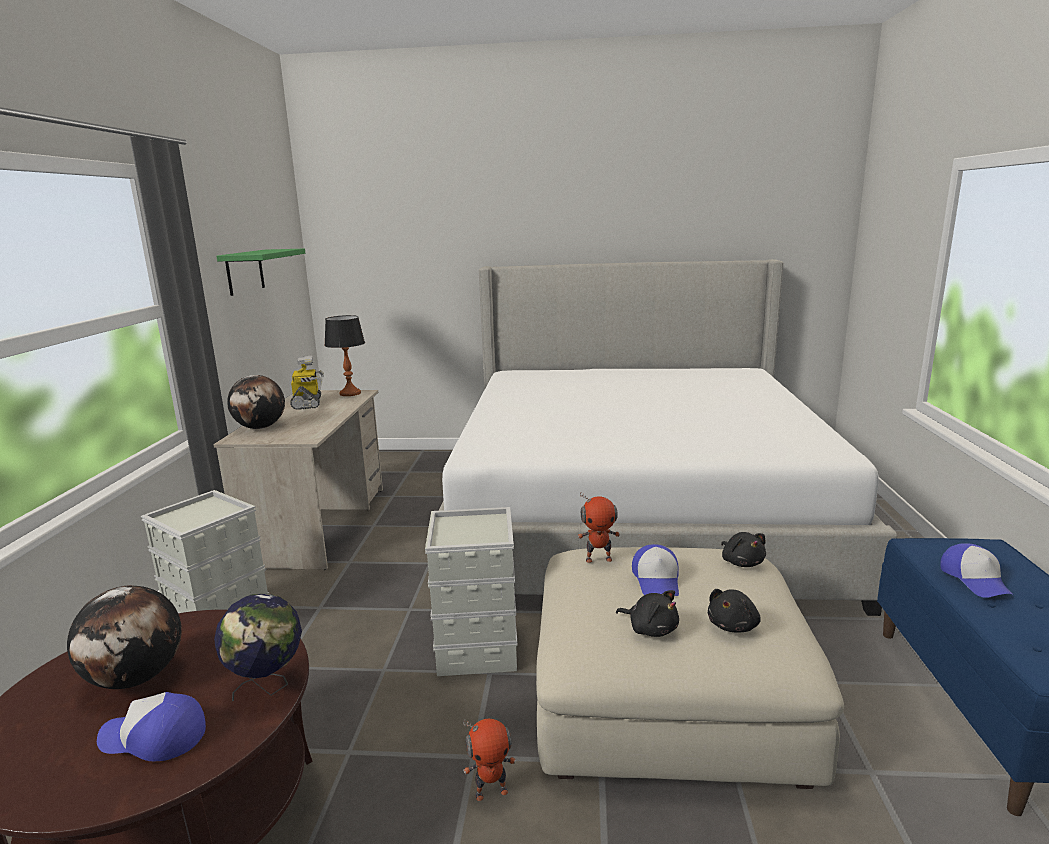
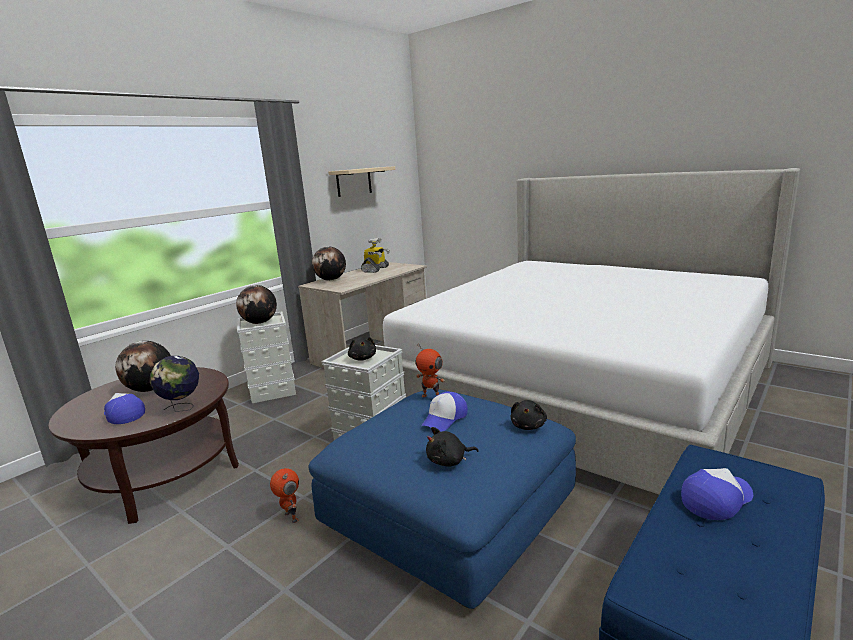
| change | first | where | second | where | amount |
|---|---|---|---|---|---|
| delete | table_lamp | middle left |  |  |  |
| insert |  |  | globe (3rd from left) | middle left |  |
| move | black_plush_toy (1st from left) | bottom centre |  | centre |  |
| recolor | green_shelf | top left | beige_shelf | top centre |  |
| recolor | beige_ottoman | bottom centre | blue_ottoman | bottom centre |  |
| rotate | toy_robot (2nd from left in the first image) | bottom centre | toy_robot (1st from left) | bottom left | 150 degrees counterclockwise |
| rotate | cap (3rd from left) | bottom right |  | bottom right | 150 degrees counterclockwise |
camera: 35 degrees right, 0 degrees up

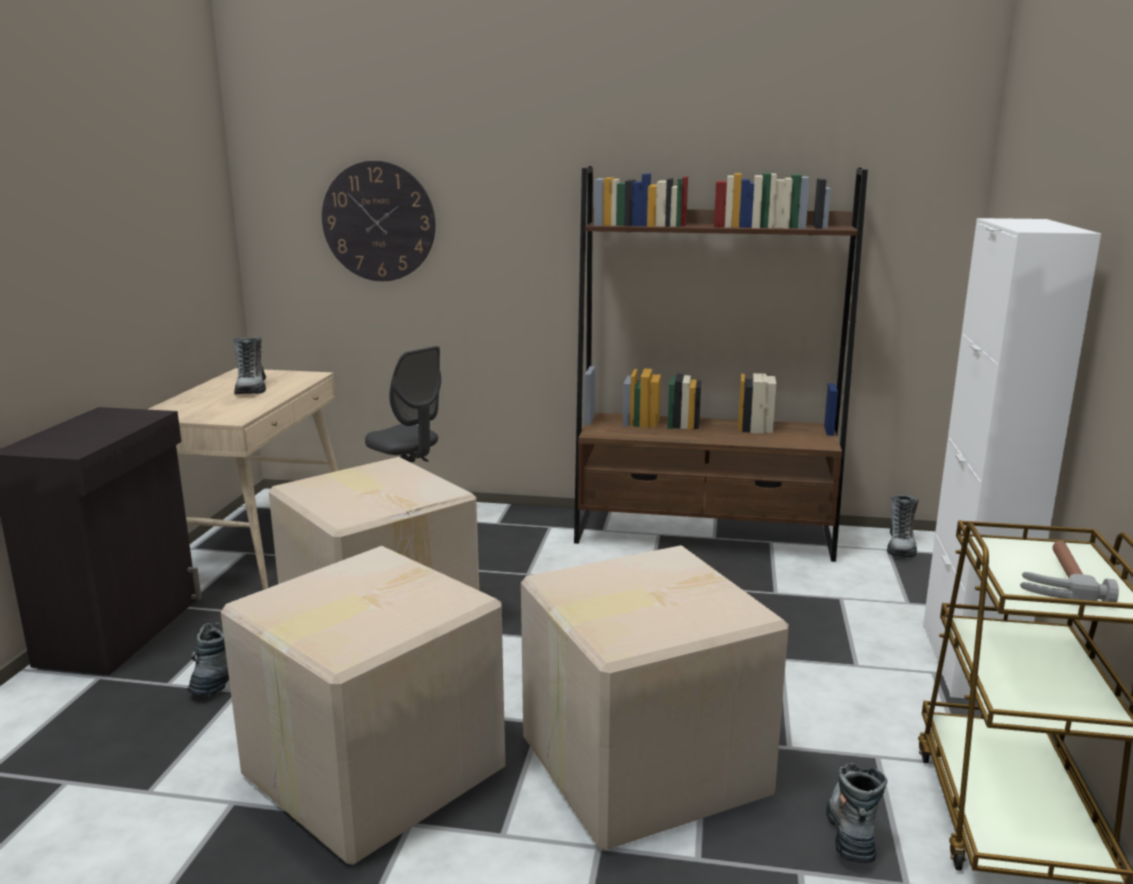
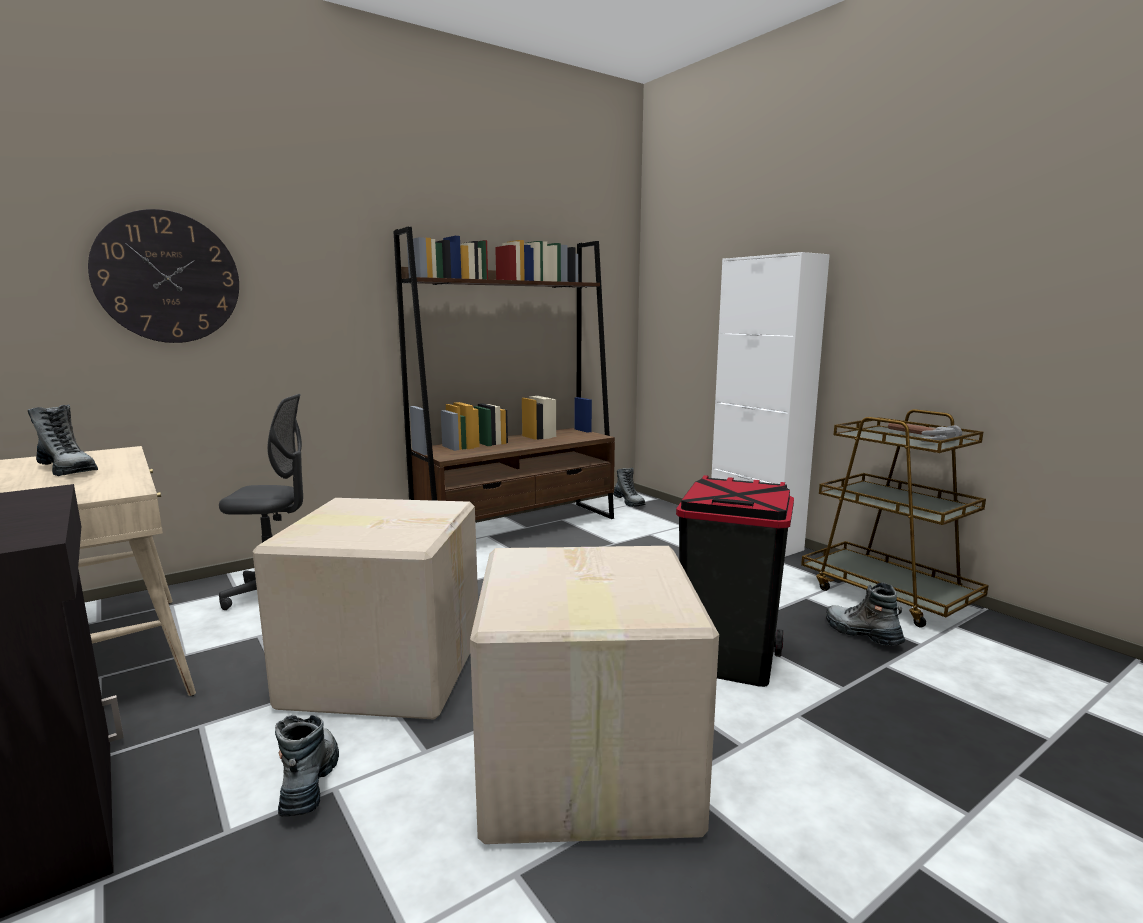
| change | first | where | second | where | amount |
|---|---|---|---|---|---|
| replace | cardboard_box (3rd from left) | bottom centre | black_trash_can | centre |  |
camera: 45 degrees left, 5 degrees down

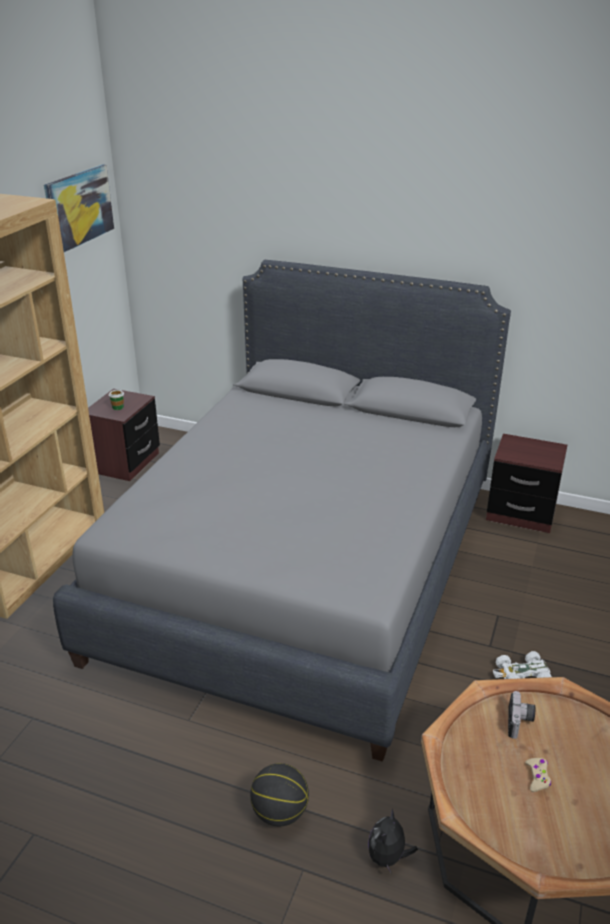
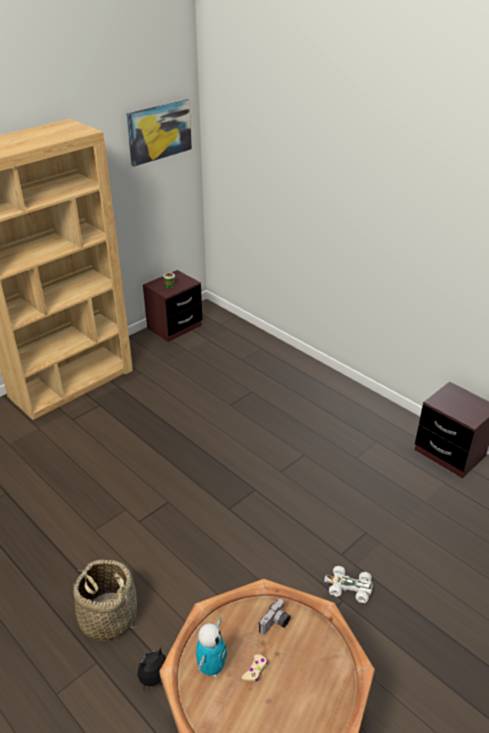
| change | first | where | second | where | amount |
|---|---|---|---|---|---|
| delete | grey_bed | centre |  |  |  |
| insert |  |  | toy_robot | bottom centre |  |
| replace | basketball | bottom centre | basket | bottom left |  |
camera: 25 degrees right, 5 degrees up

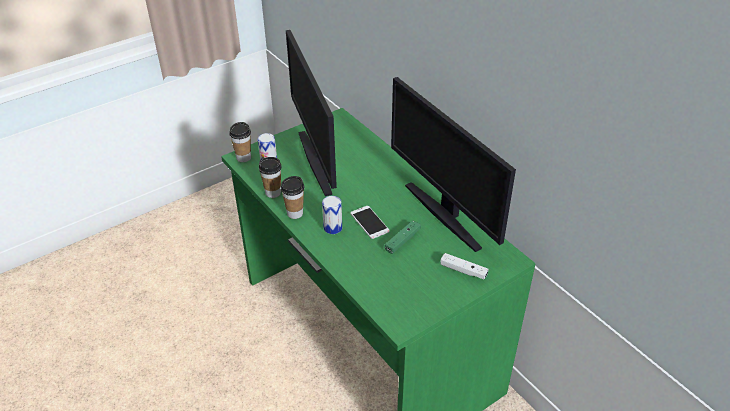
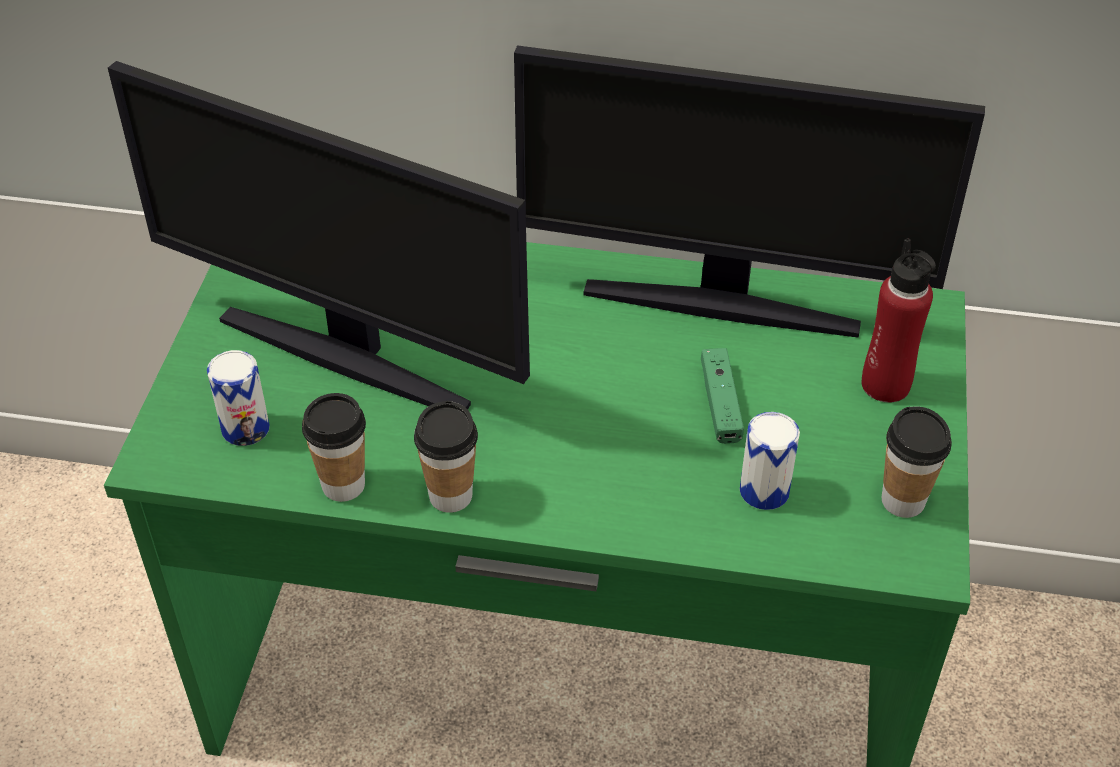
| change | first | where | second | where | amount |
|---|---|---|---|---|---|
| delete | phone | centre |  |  |  |
| move | cup (1st from left in the first image) | middle left | cup (3rd from left) | middle right |  |
| move | can (2nd from left) | centre |  | middle right |  |
| replace | white_game_controller | centre | red_bottle | middle right |  |
camera: 45 degrees left, 5 degrees up

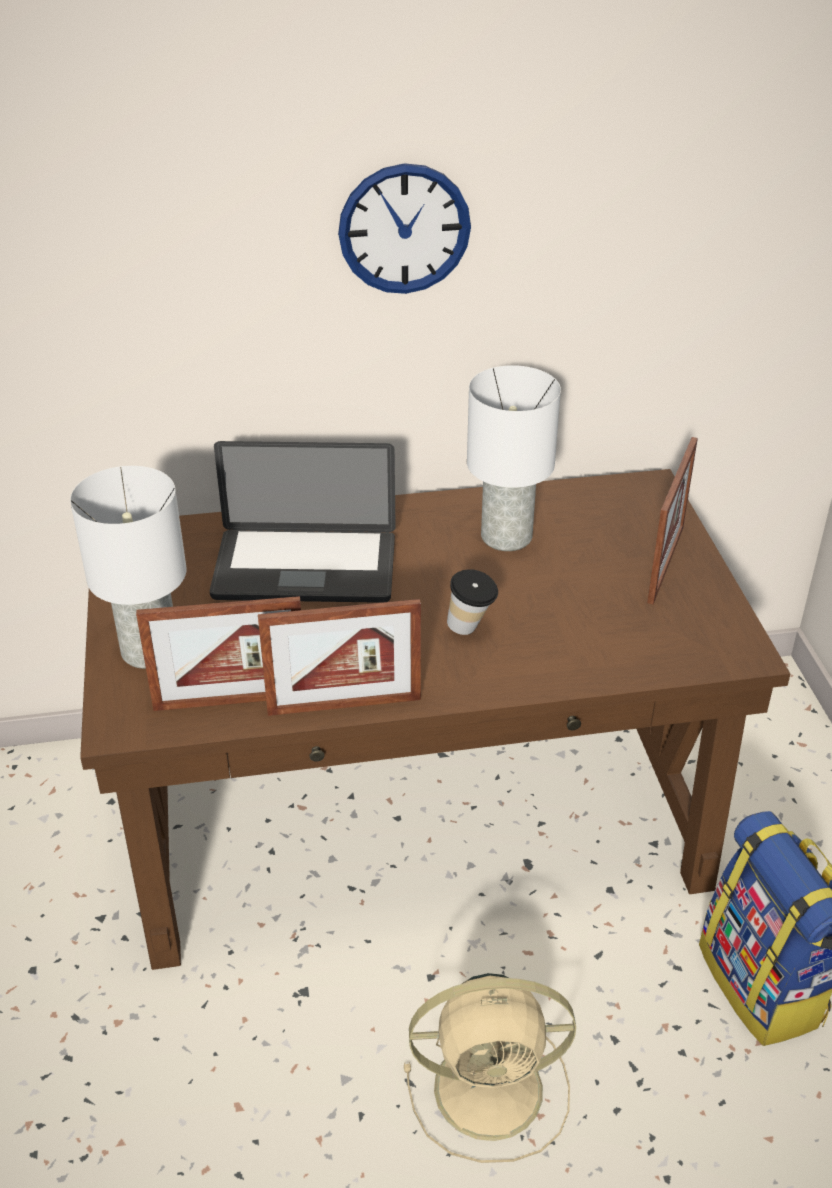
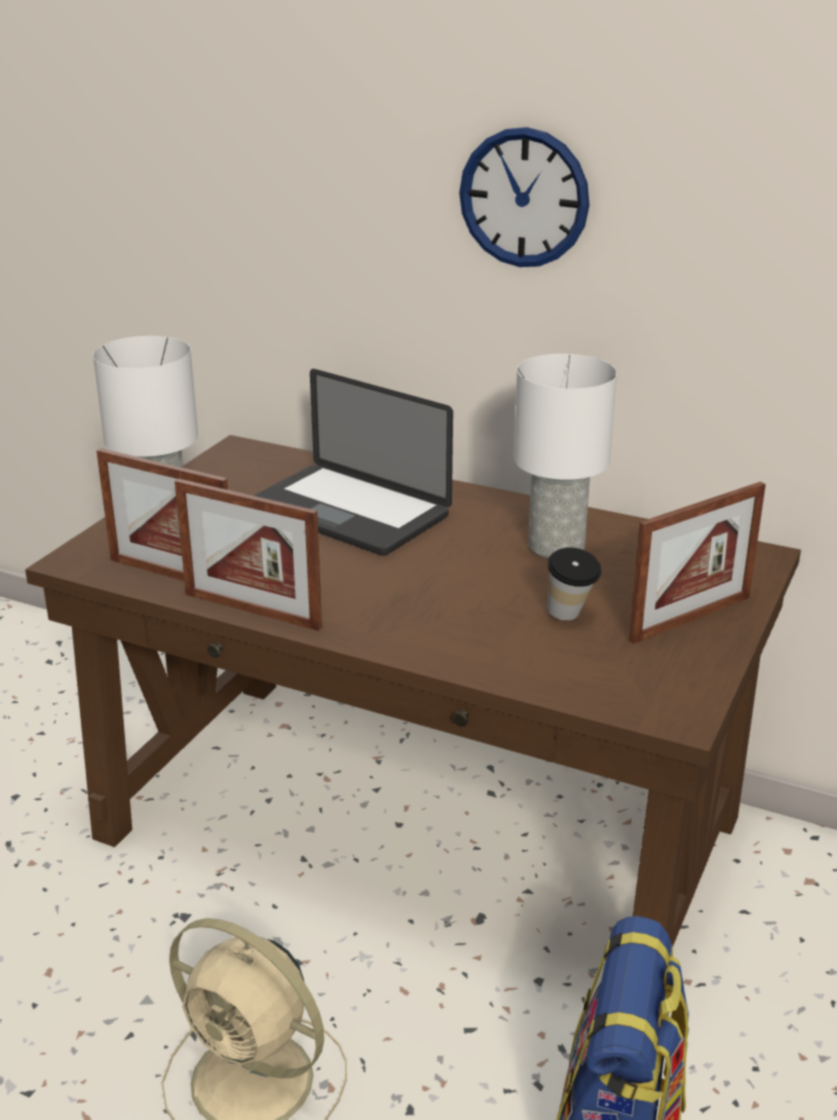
| change | first | where | second | where | amount |
|---|---|---|---|---|---|
| move | cup | centre |  | middle right |  |
camera: 35 degrees right, 10 degrees down

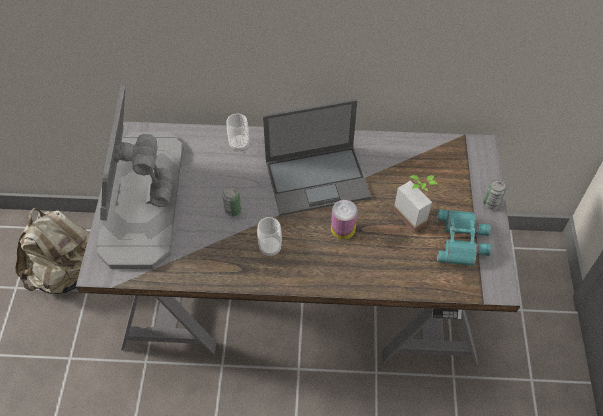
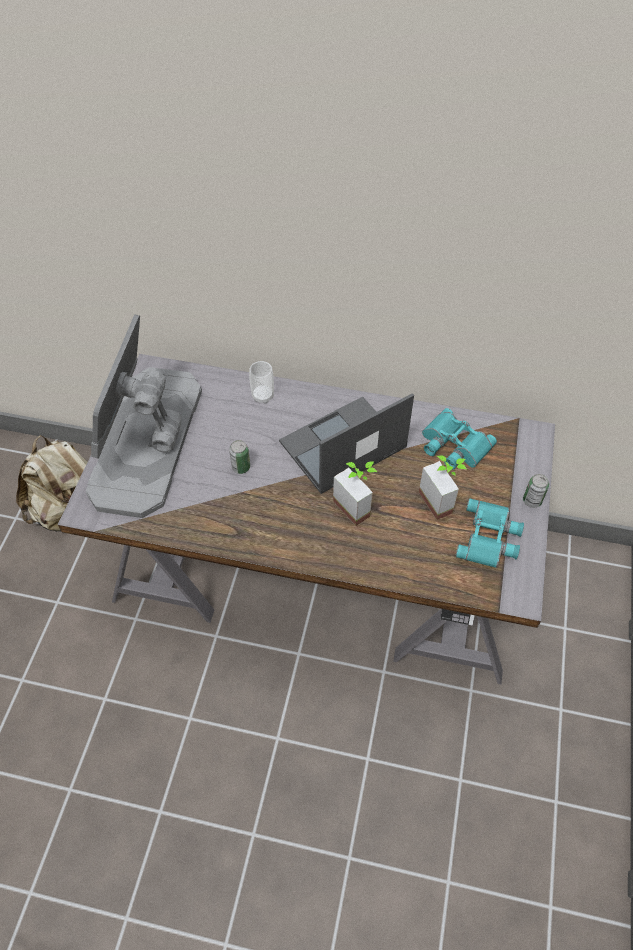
| change | first | where | second | where | amount |
|---|---|---|---|---|---|
| delete | cup (2nd from left) | centre |  |  |  |
| insert |  |  | turquoise_binoculars (1st from left) | middle right |  |
| replace | can (2nd from left) | centre | potted_plant (1st from left) | centre |  |
| rotate | laptop | centre |  | centre | 150 degrees clockwise |
camera: 10 degrees right, 0 degrees up

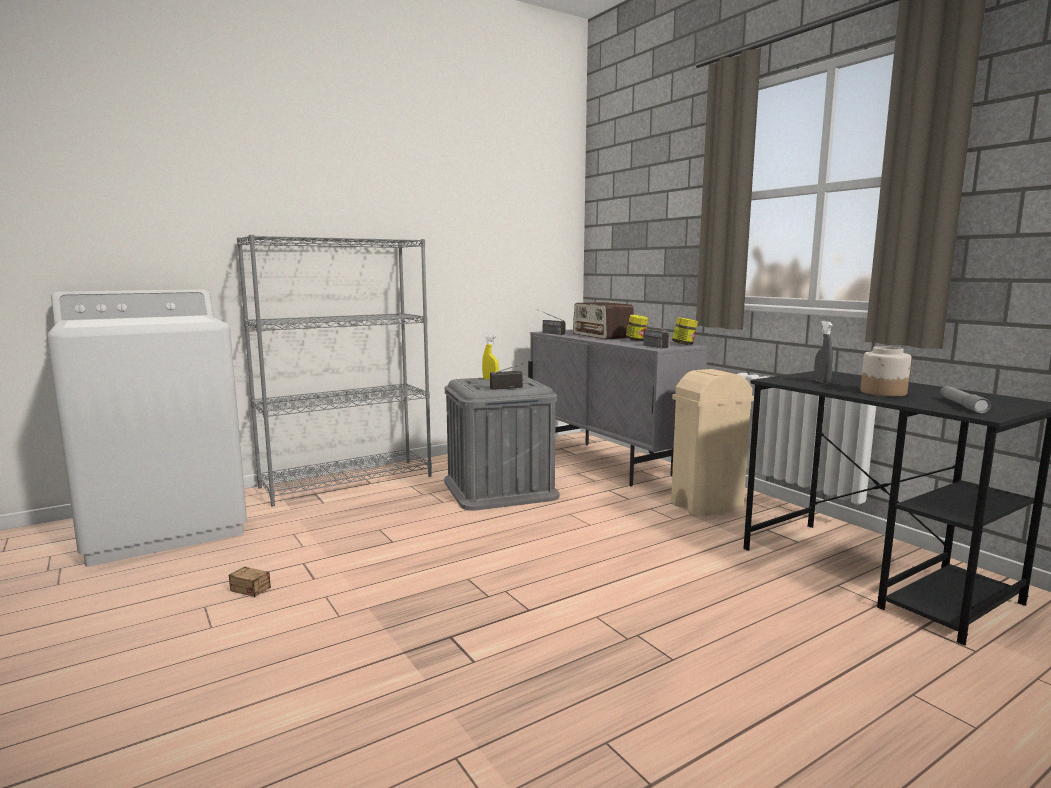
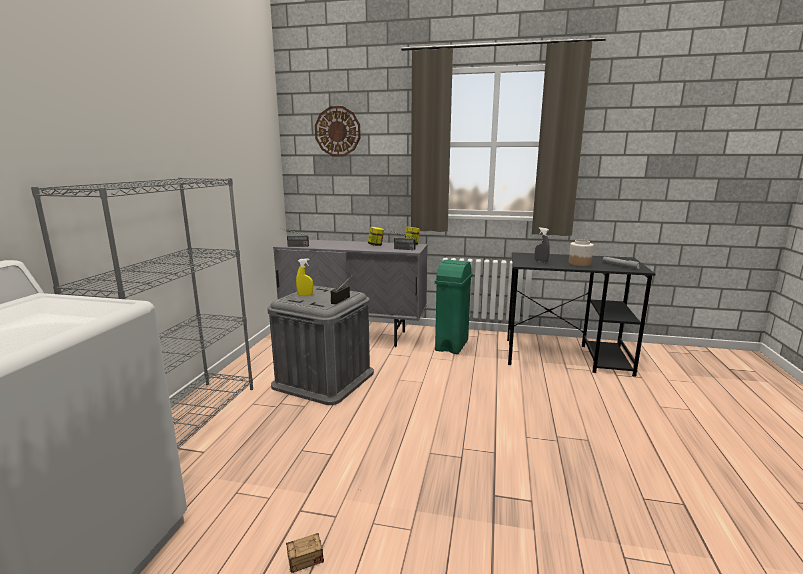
| change | first | where | second | where | amount |
|---|---|---|---|---|---|
| delete | radio (3rd from left) | centre |  |  |  |
| insert |  |  | wall_clock | top centre |  |
| recolor | beige_trash_can | middle right | green_trash_can | centre |  |
camera: 45 degrees left, 5 degrees up

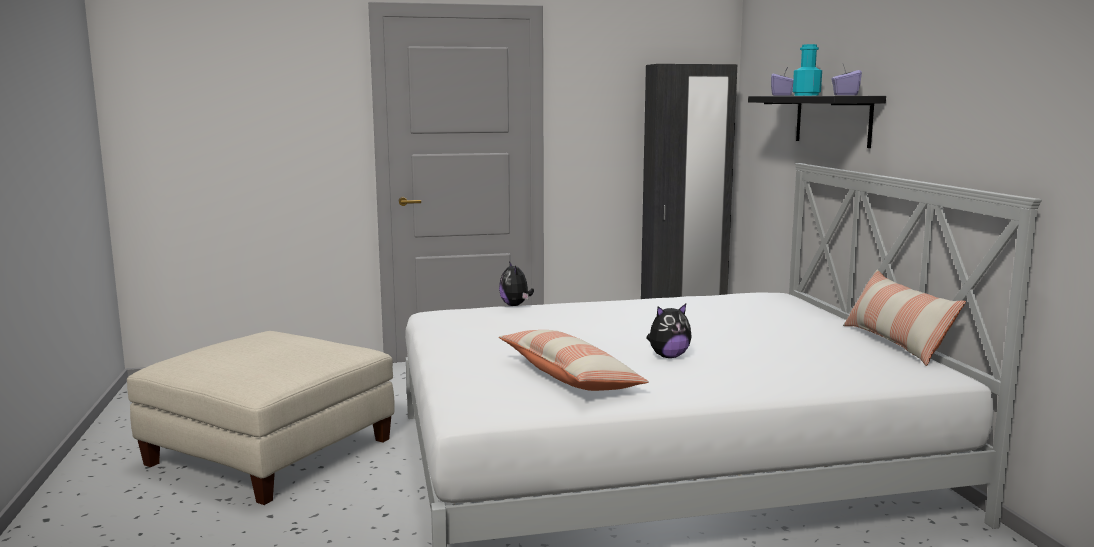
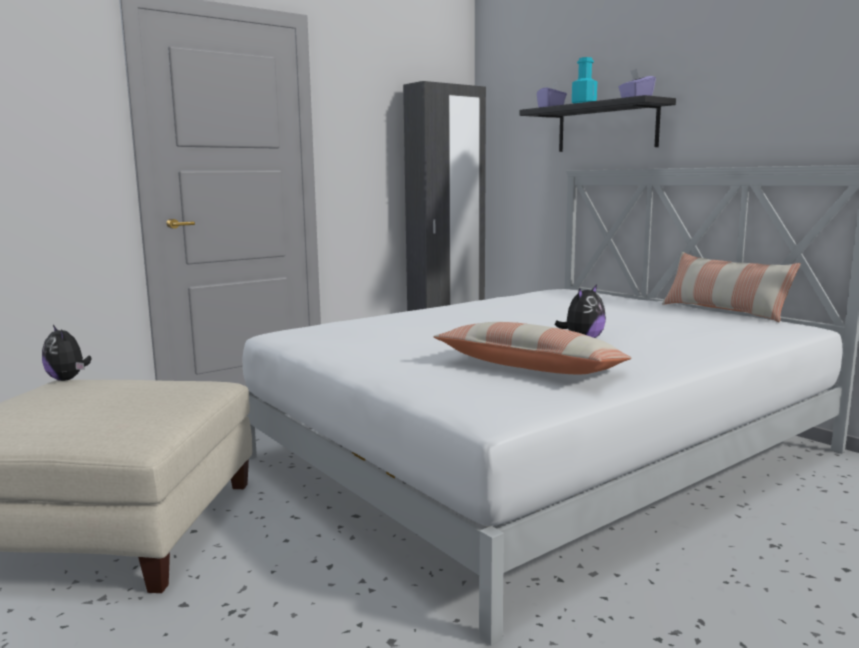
| change | first | where | second | where | amount |
|---|---|---|---|---|---|
| move | plush_toy (1st from left) | centre |  | middle left |  |
camera: 25 degrees left, 0 degrees up

